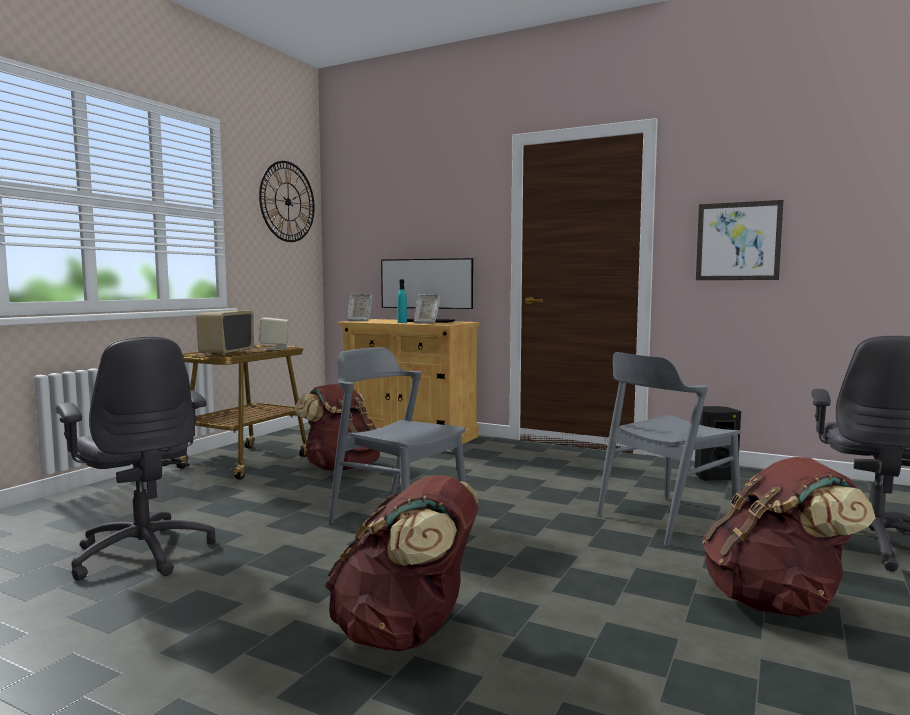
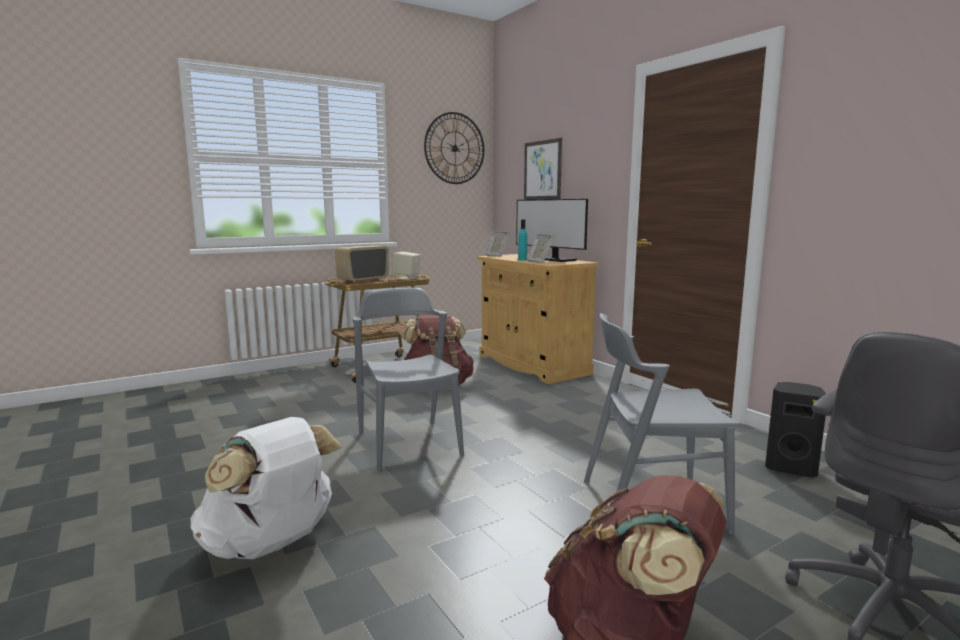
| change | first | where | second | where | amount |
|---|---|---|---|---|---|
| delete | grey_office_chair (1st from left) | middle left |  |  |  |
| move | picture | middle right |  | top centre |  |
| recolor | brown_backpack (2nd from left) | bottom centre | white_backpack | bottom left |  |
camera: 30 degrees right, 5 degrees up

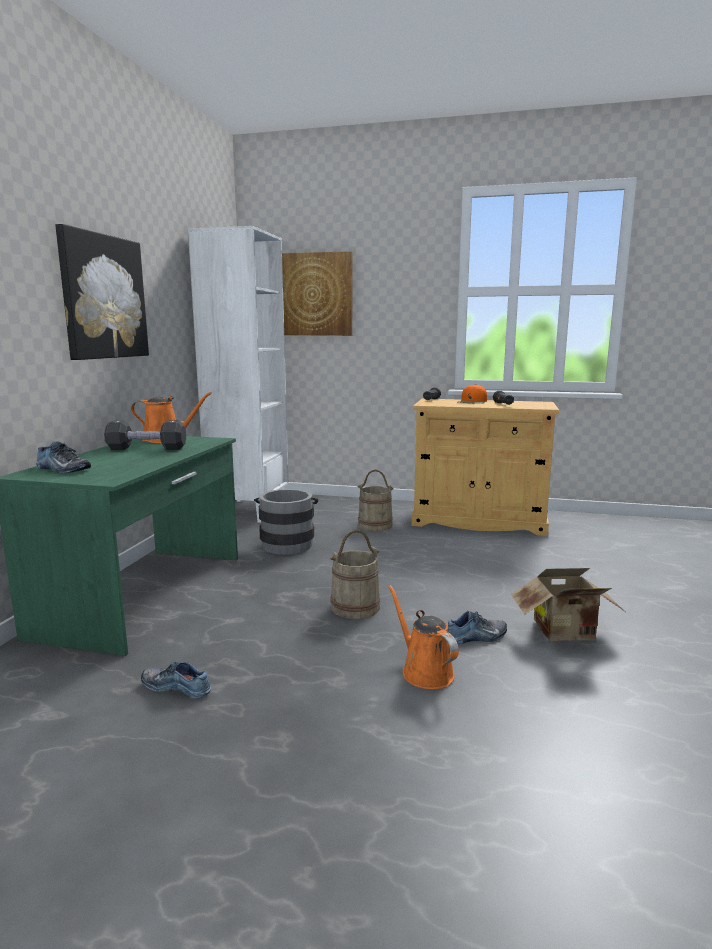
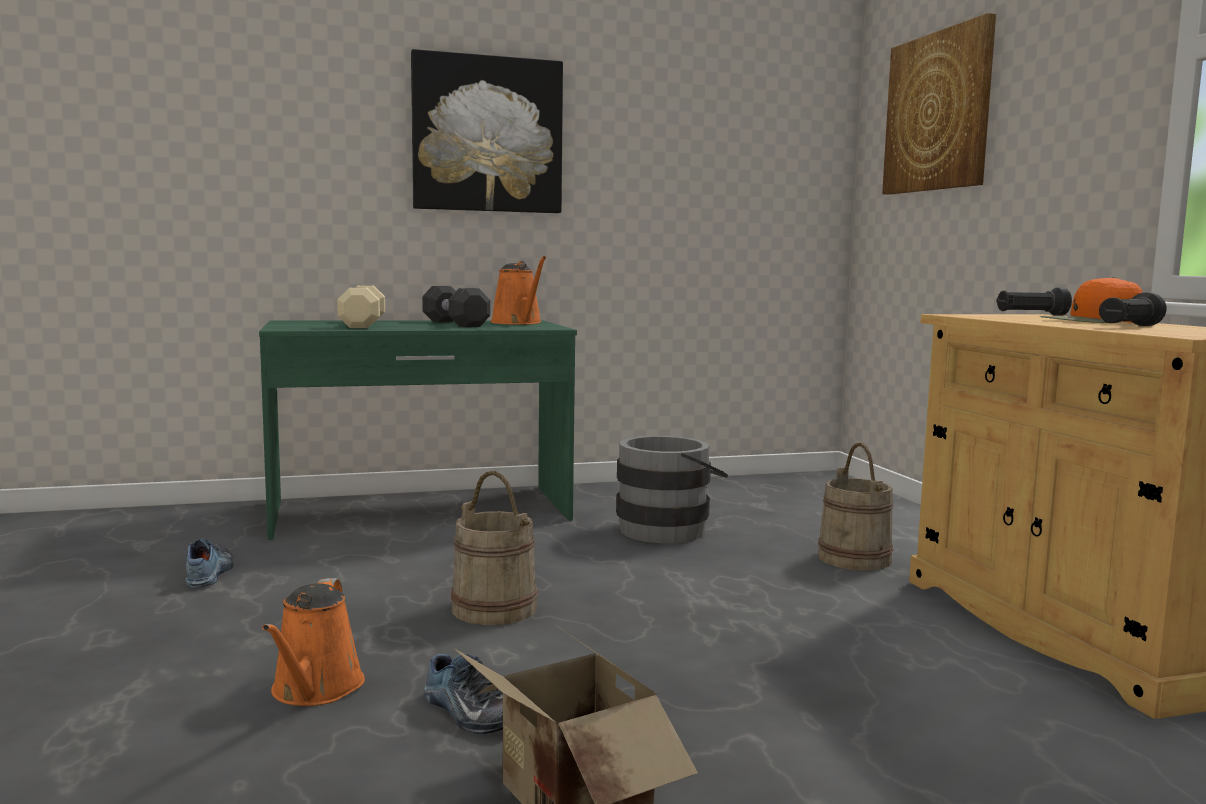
| change | first | where | second | where | amount |
|---|---|---|---|---|---|
| delete | shoe (1st from left) | middle left |  |  |  |
| delete | white_bookcase | centre |  |  |  |
| insert |  |  | beige_dumbbell | middle left |  |
| rotate | orange_watering_can (2nd from left in the first image) | bottom centre | orange_watering_can (1st from left) | bottom left | 150 degrees clockwise |
camera: 60 degrees right, 5 degrees down

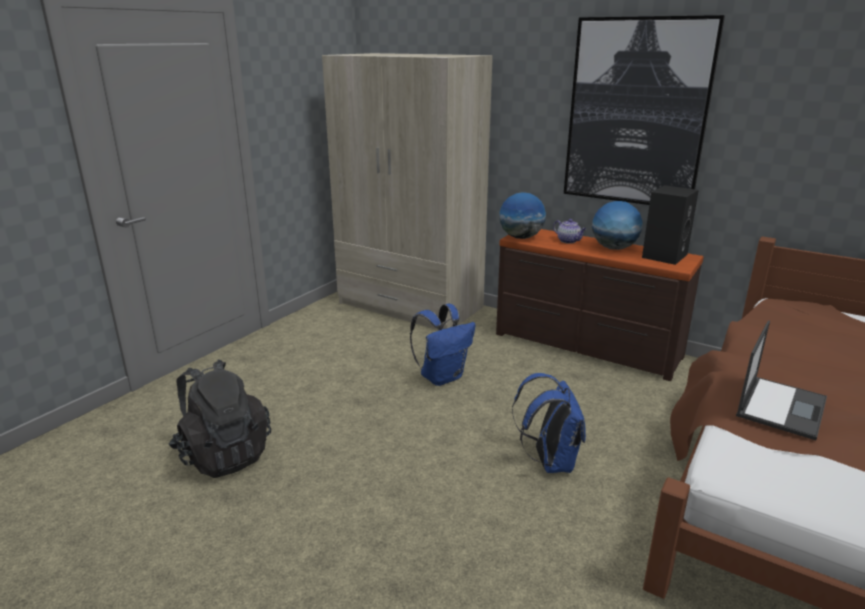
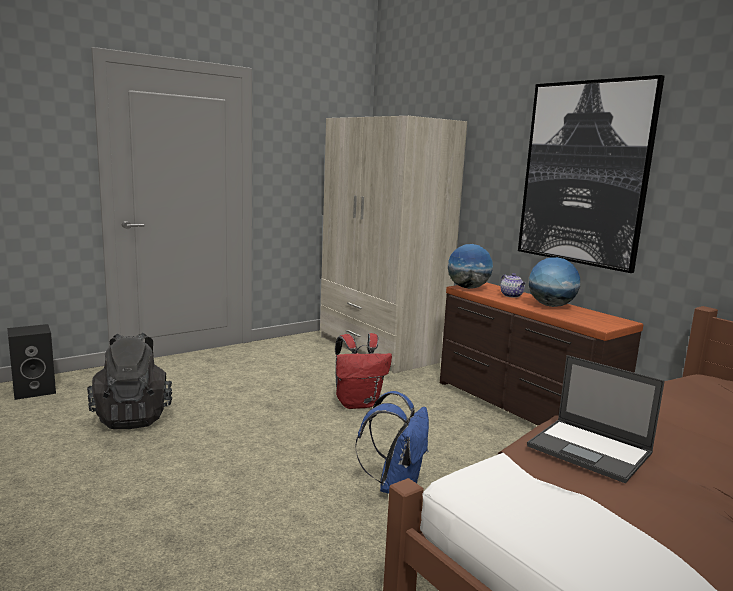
| change | first | where | second | where | amount |
|---|---|---|---|---|---|
| move | black_speaker | middle right |  | middle left |  |
| recolor | blue_backpack (1st from left) | centre | red_backpack | centre |  |
| rotate | laptop | middle right |  | bottom right | 75 degrees clockwise |
camera: 20 degrees right, 10 degrees down

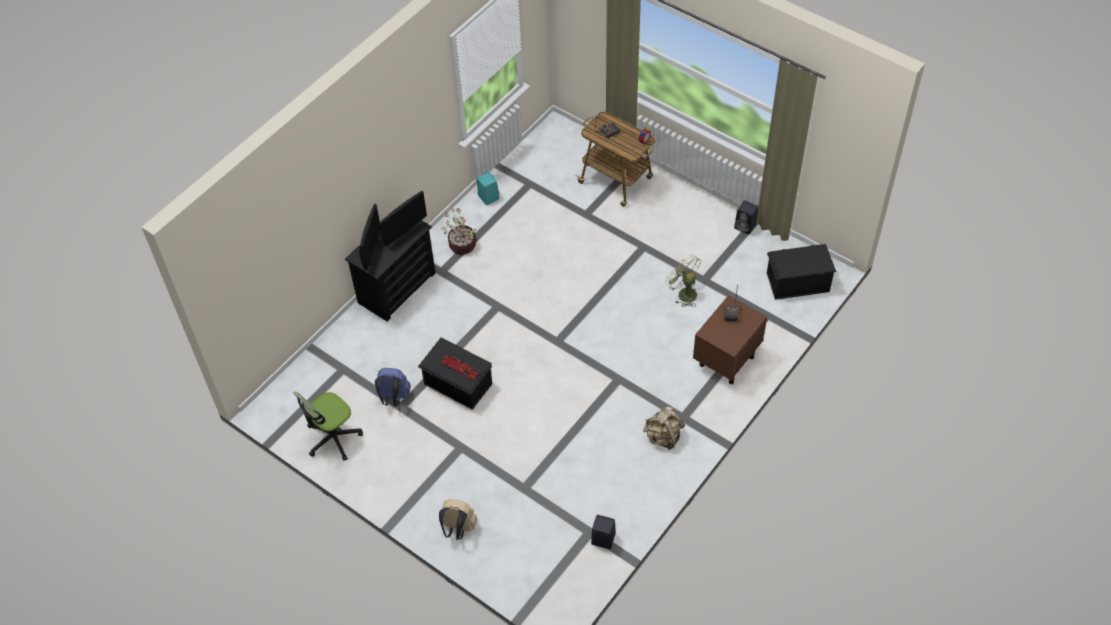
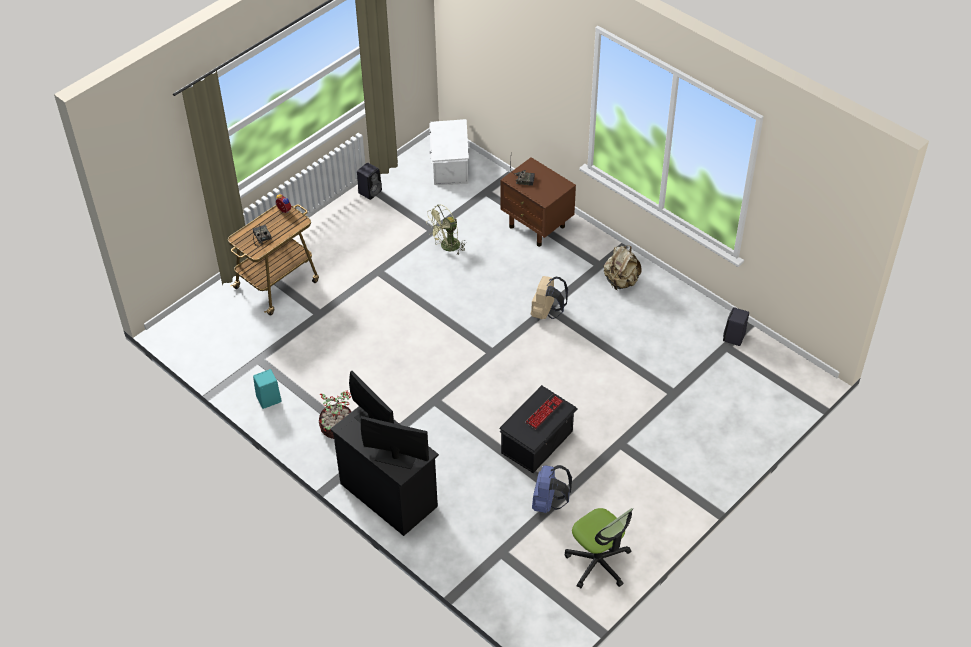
| change | first | where | second | where | amount |
|---|---|---|---|---|---|
| move | beige_backpack (1st from left) | bottom centre |  | centre |  |
| recolor | black_storage_box (2nd from left) | middle right | white_storage_box | top centre |  |
camera: 85 degrees left, 5 degrees down

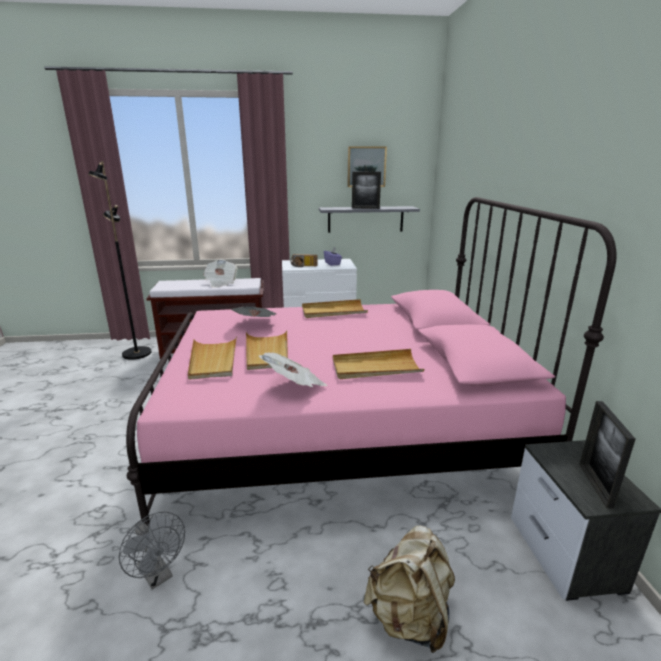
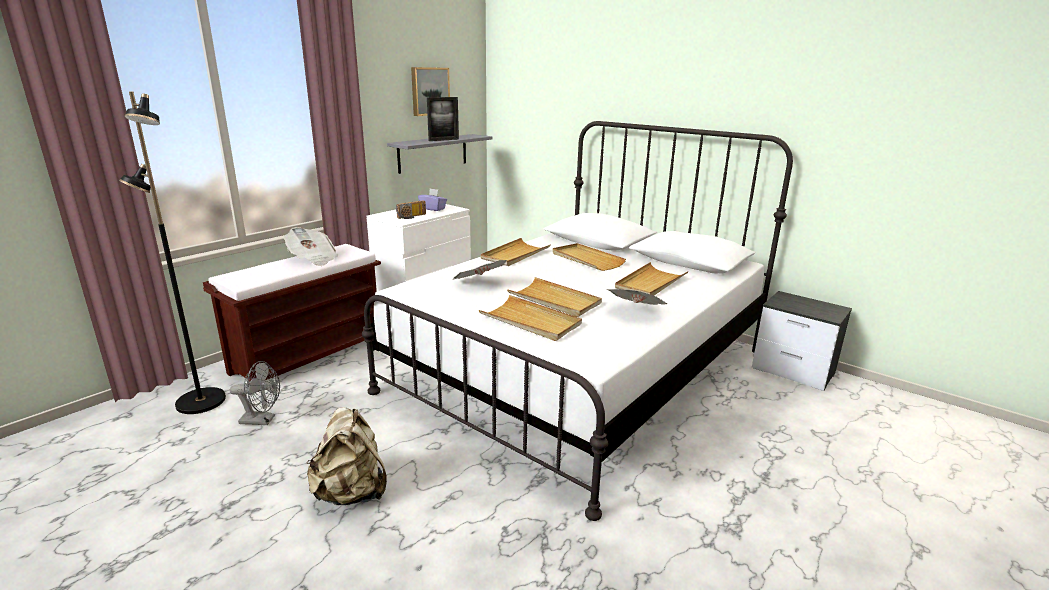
| change | first | where | second | where | amount |
|---|---|---|---|---|---|
| delete | picture_frame (2nd from left) | bottom right |  |  |  |
| insert |  |  | beige_tray (4th from left) | centre |  |
| move | grey_fan | bottom left |  | middle left |  |
| move | beige_backpack | bottom centre |  | bottom left |  |
| recolor | pink_bed | centre | white_bed | centre |  |
camera: 45 degrees left, 0 degrees up

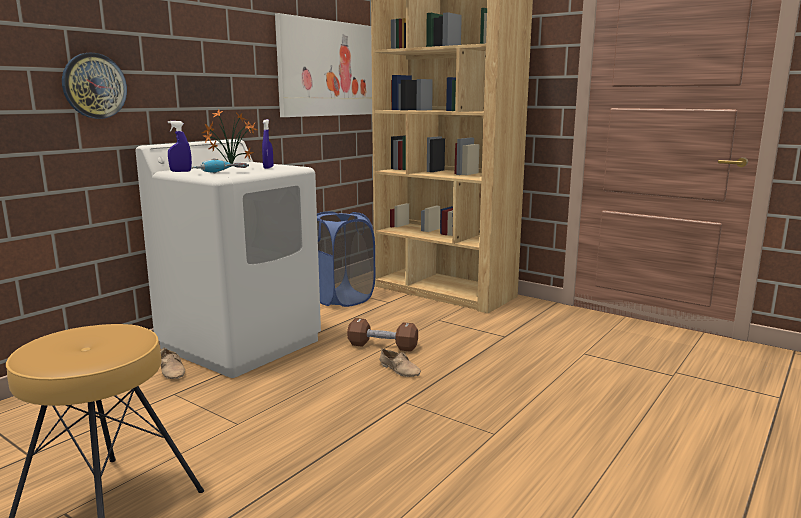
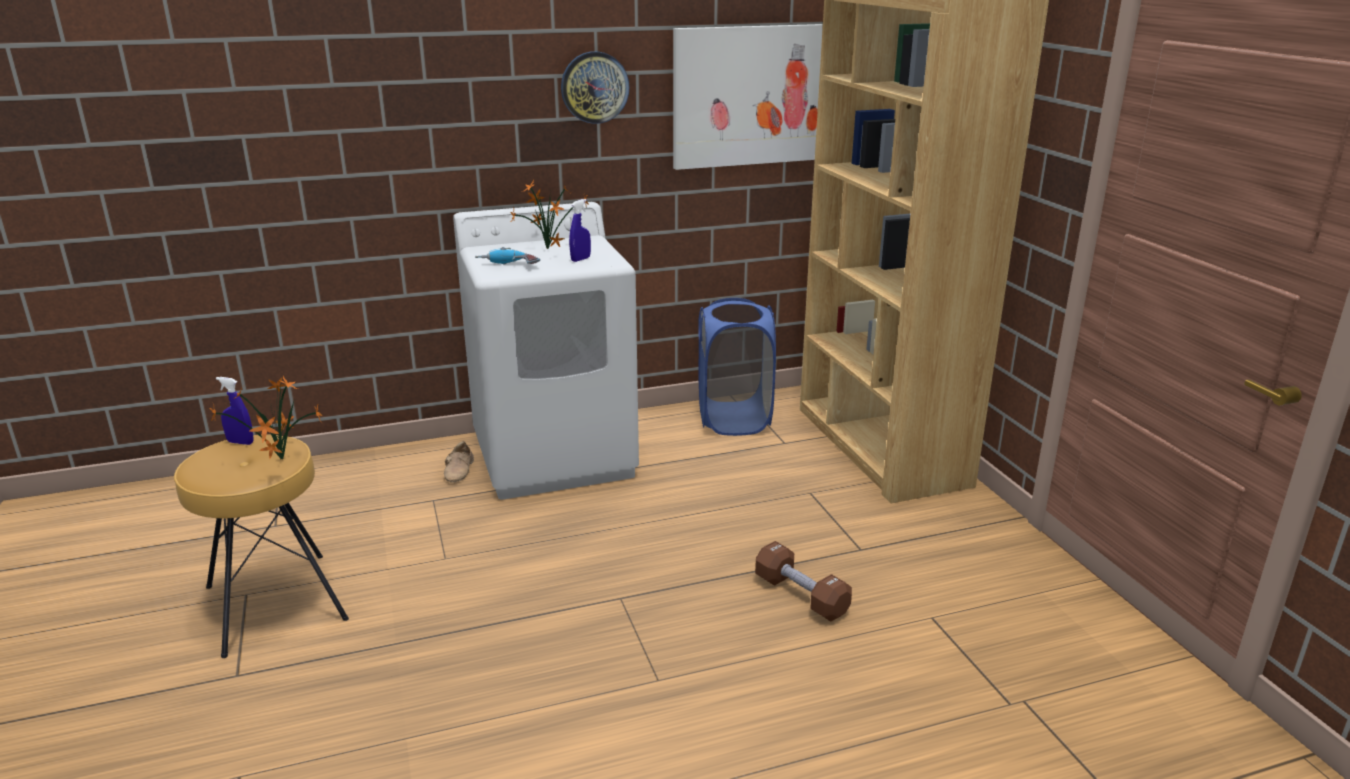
| change | first | where | second | where | amount |
|---|---|---|---|---|---|
| delete | beige_shoe (2nd from left) | bottom centre |  |  |  |
| insert |  |  | potted_plant (1st from left) | middle left |  |
| move | wall_clock | top left |  | top centre |  |
| move | blue_spray_bottle (1st from left) | top left |  | middle left |  |
| move | brown_dumbbell | centre |  | bottom centre |  |
camera: 35 degrees right, 10 degrees up

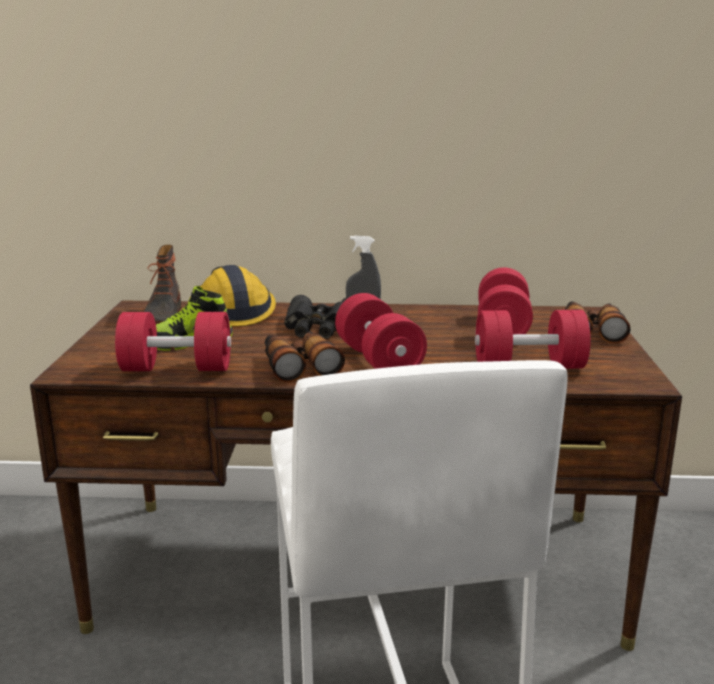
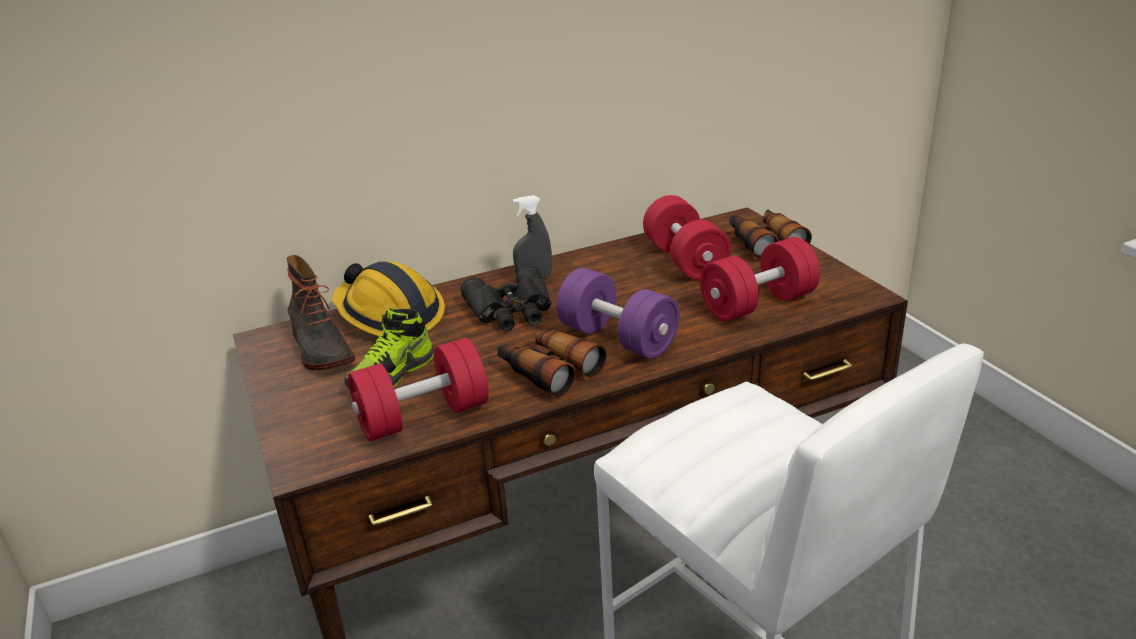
| change | first | where | second | where | amount |
|---|---|---|---|---|---|
| recolor | red_dumbbell (2nd from left) | centre | purple_dumbbell | centre |  |
camera: 25 degrees left, 10 degrees up

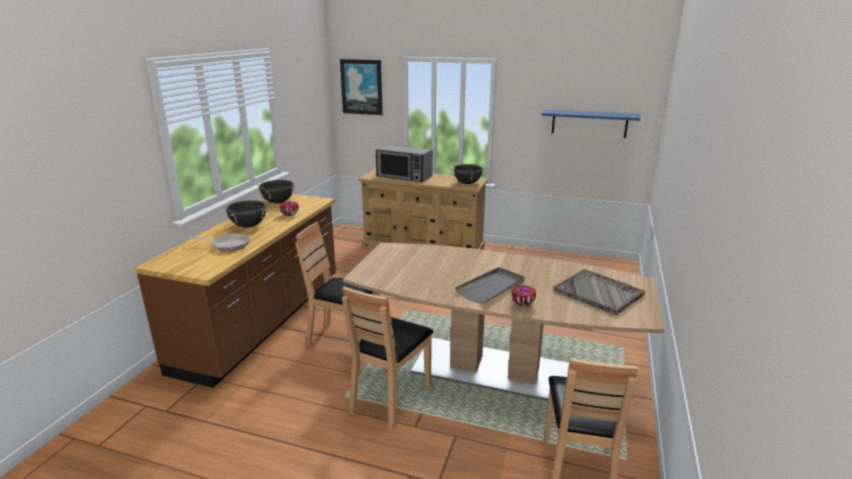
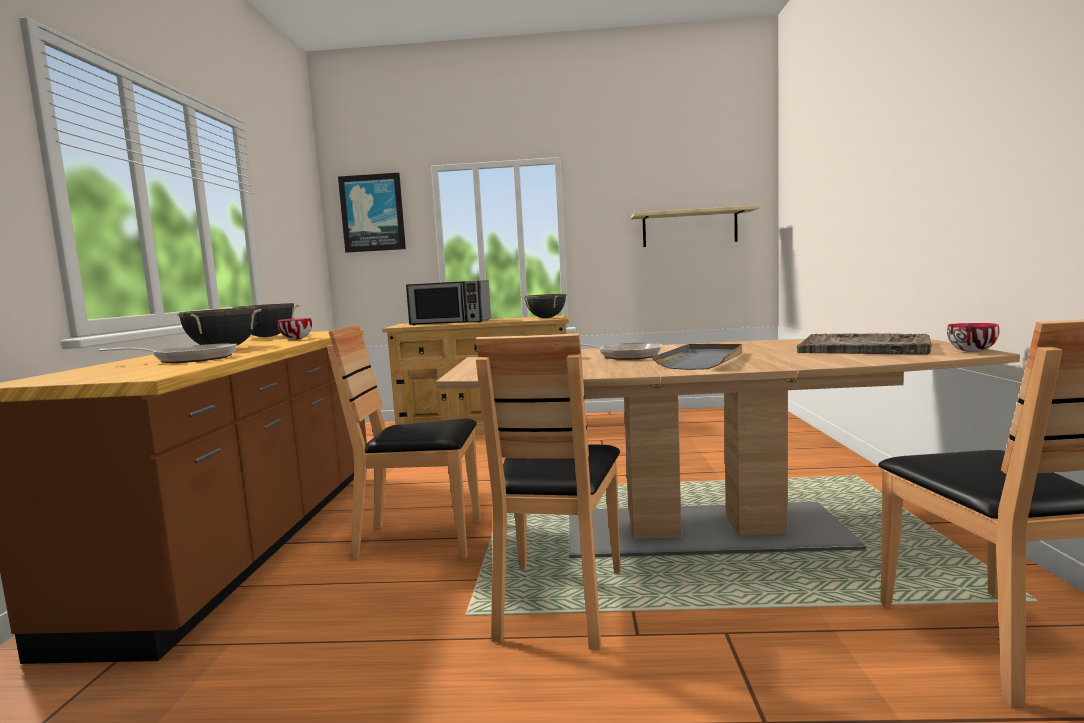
| change | first | where | second | where | amount |
|---|---|---|---|---|---|
| insert |  |  | frying_pan (2nd from left) | centre |  |
| move | bowl (2nd from left) | centre |  | middle right |  |
| recolor | blue_shelf | top right | beige_shelf | top centre |  |
camera: 15 degrees left, 15 degrees down

